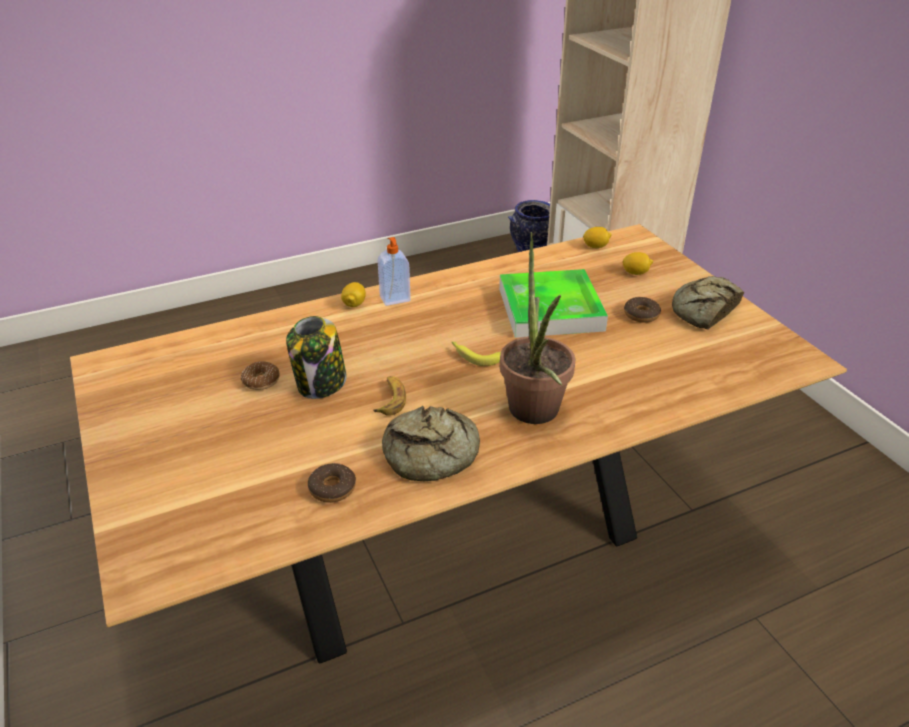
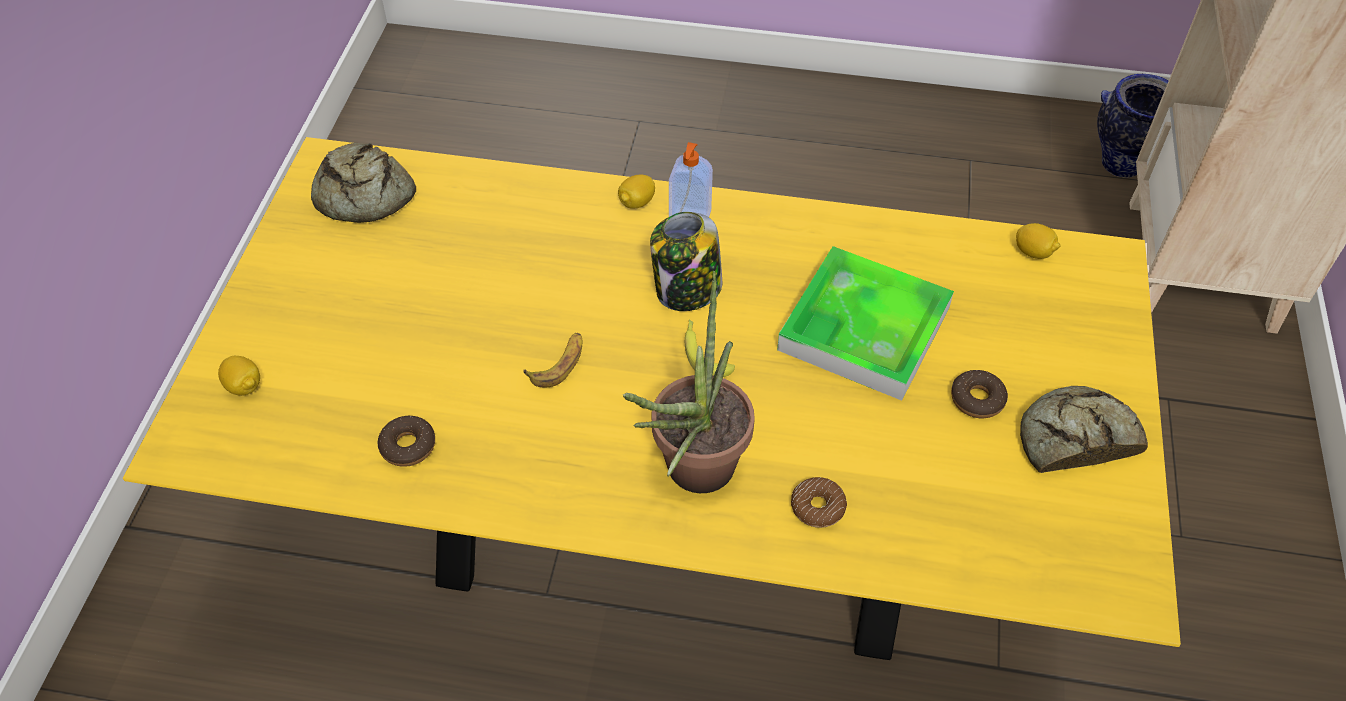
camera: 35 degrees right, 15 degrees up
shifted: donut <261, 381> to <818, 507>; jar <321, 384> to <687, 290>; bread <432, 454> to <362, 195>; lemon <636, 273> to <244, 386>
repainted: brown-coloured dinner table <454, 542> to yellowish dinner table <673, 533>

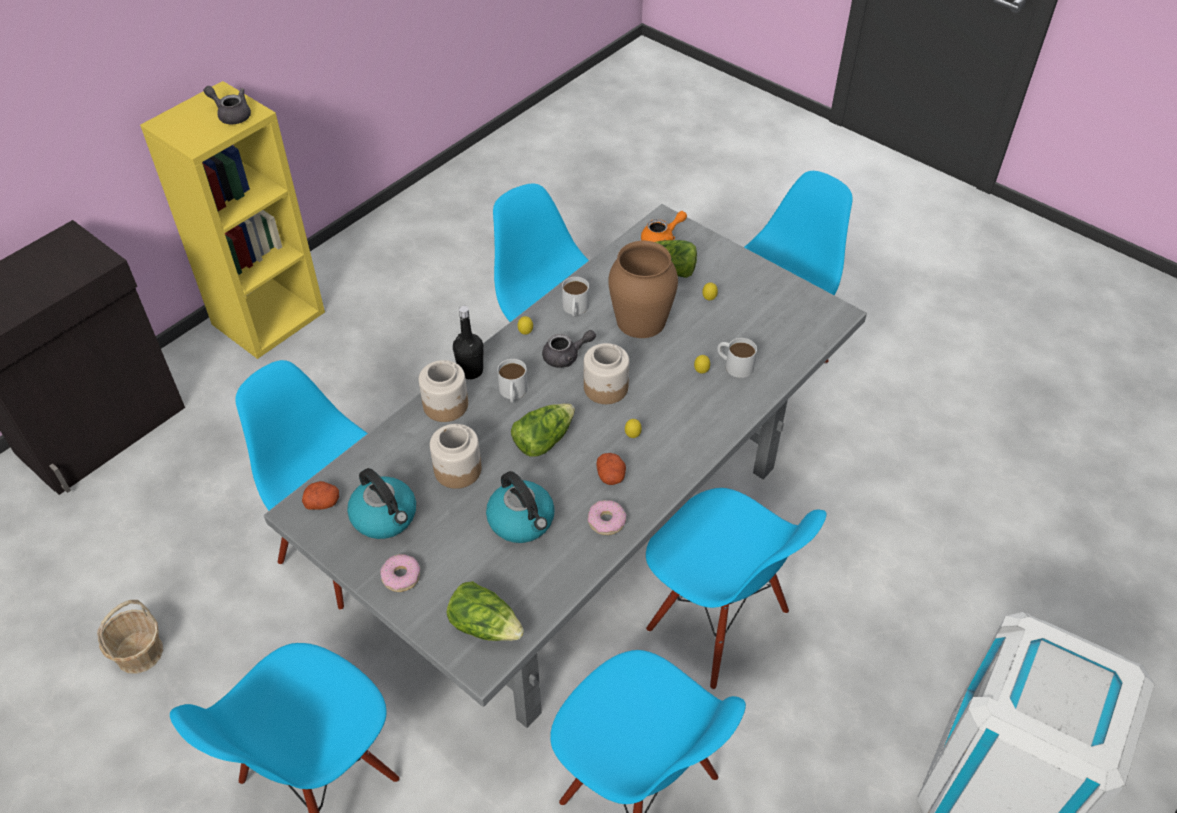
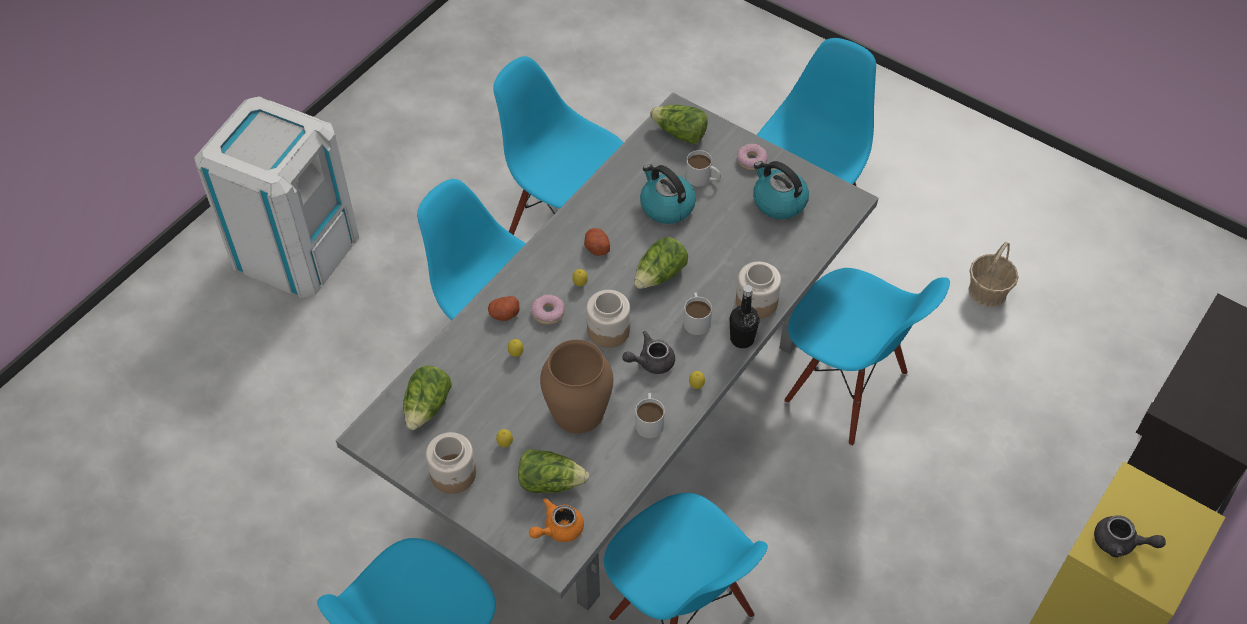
camera: 175 degrees right, 5 degrees up
new: head of lettuce <427, 407>
shifted: potato <323, 502> to <504, 314>; jar <457, 469> to <453, 474>; donut <606, 521> to <548, 313>; whitish coffee mug <734, 364> to <703, 178>

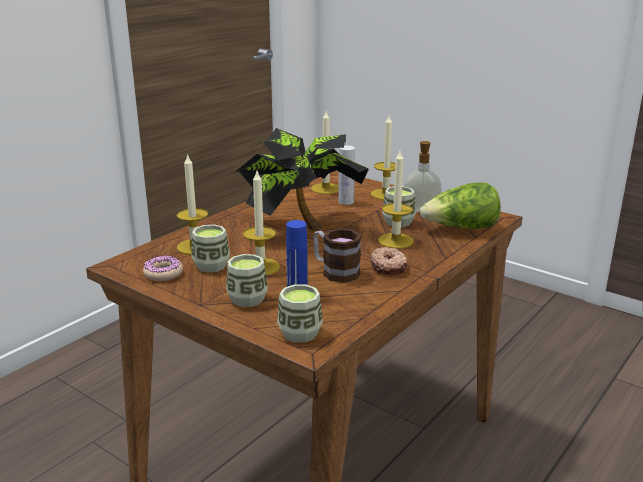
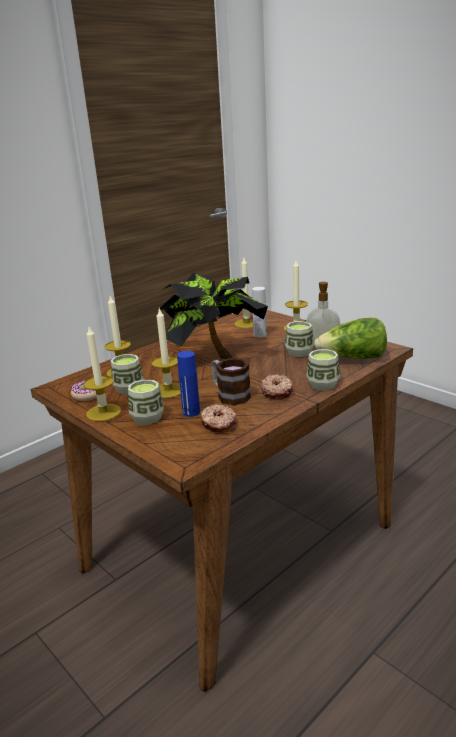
camera: 10 degrees right, 0 degrees up
new: donut <218, 424>
shifted: cup <300, 333> to <322, 385>; wax light <395, 241> to <103, 412>

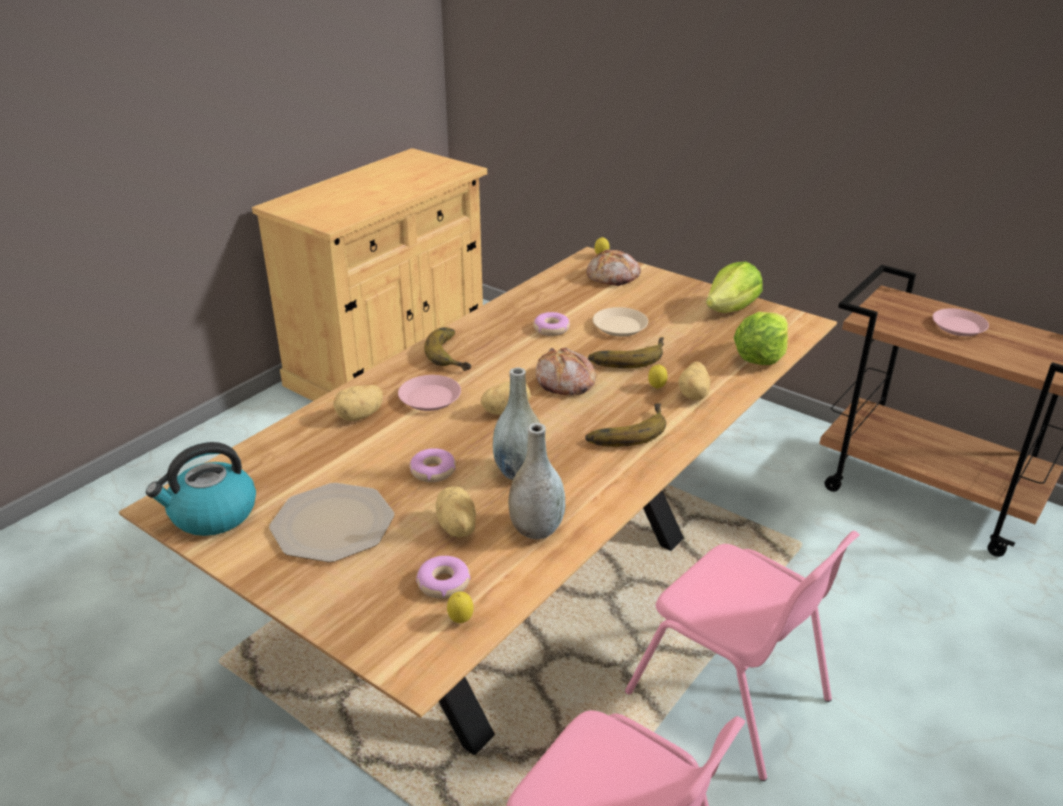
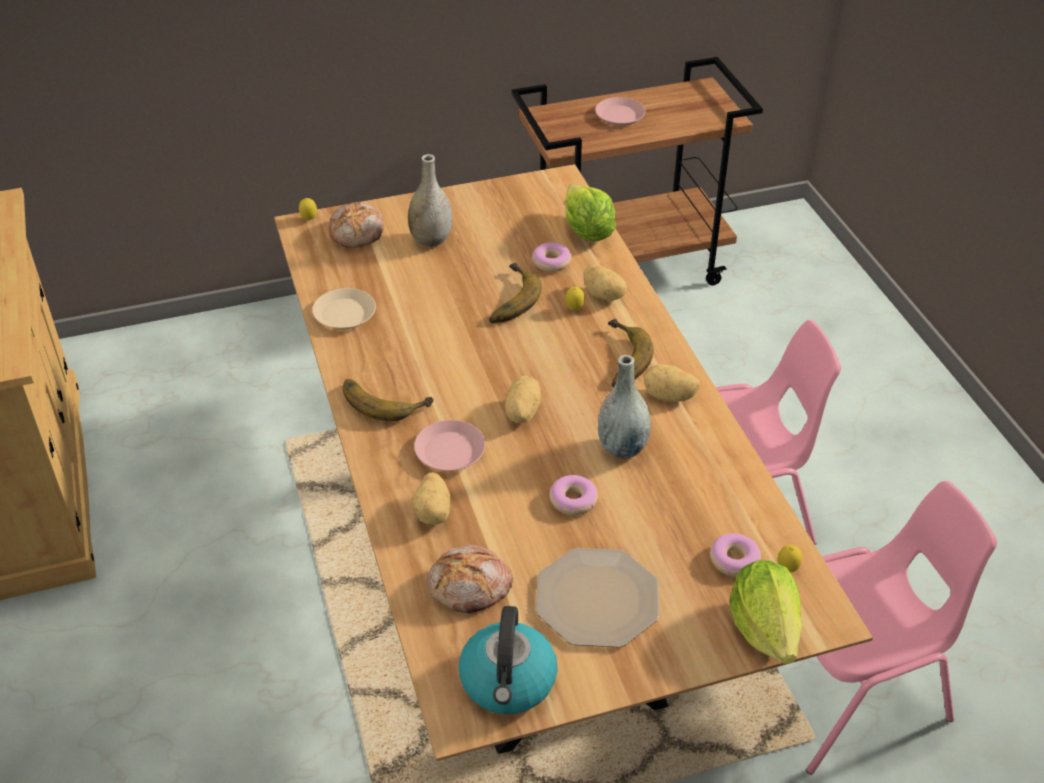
camera: 55 degrees left, 10 degrees up
shifted: potato <456, 527> to <669, 396>; greyish decorative vase <536, 530> to <431, 240>; donut <551, 329> to <551, 262>; bread <564, 382> to <470, 587>; beige dinner plate <620, 326> to <344, 314>; head of lettuce <732, 309> to <764, 628>

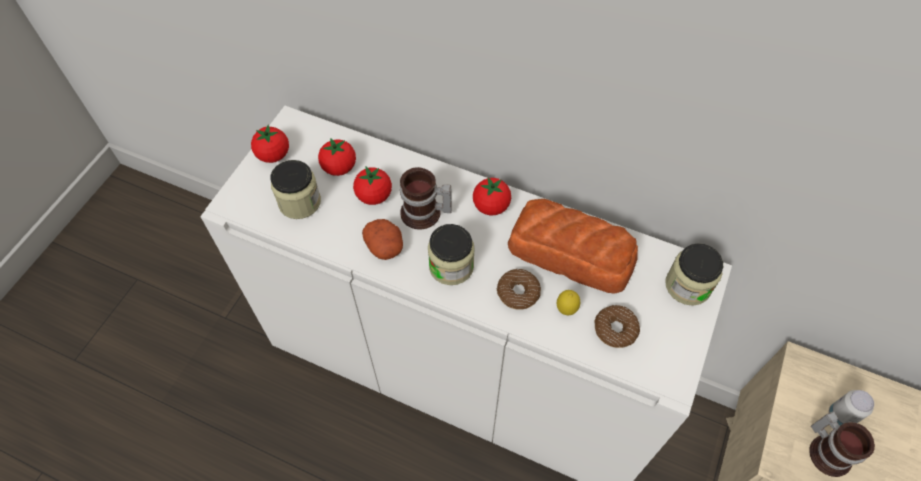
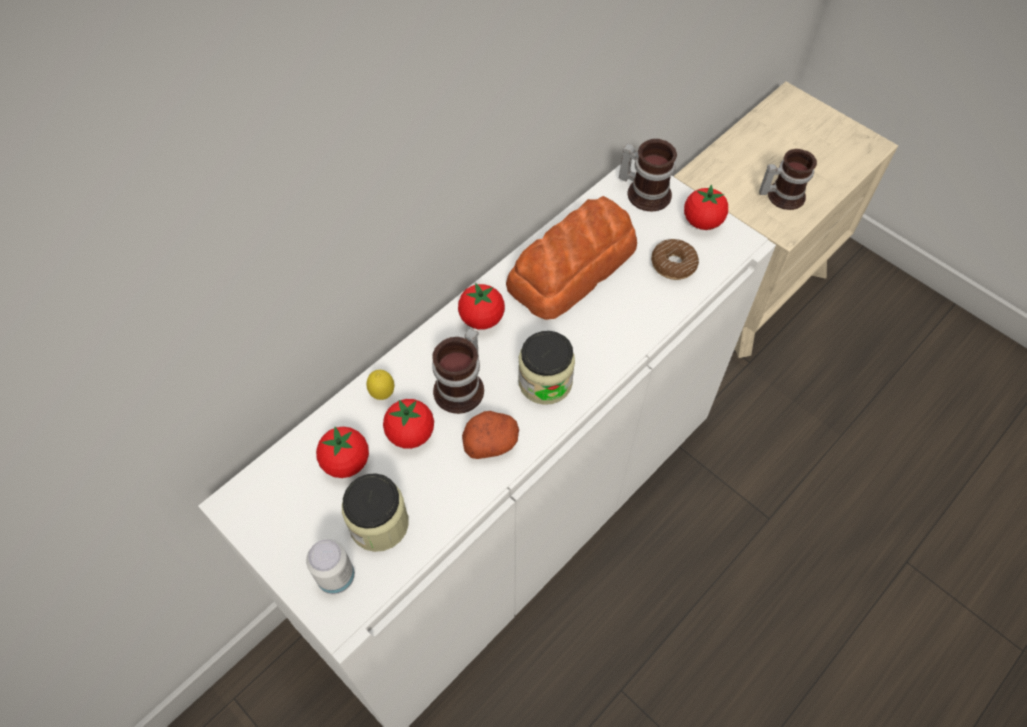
camera: 70 degrees left, 0 degrees up
gone: donut <518, 292>
shifted: whole tomato <273, 155> to <702, 221>; lemon <566, 310> to <382, 394>; metal can <840, 416> to <336, 577>
swapped: jar <687, 285> to coffee mug <645, 191>

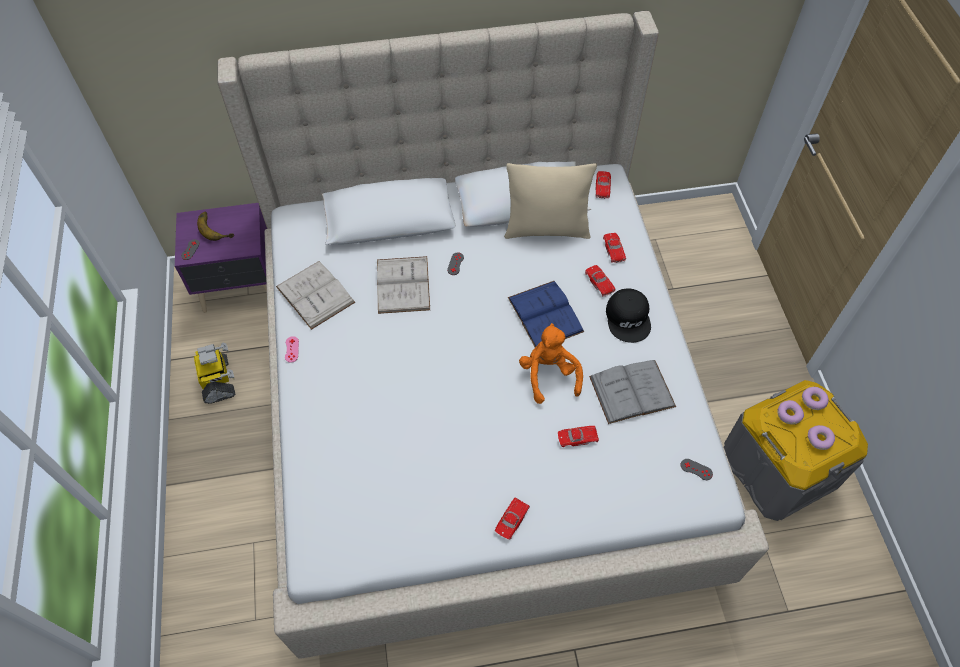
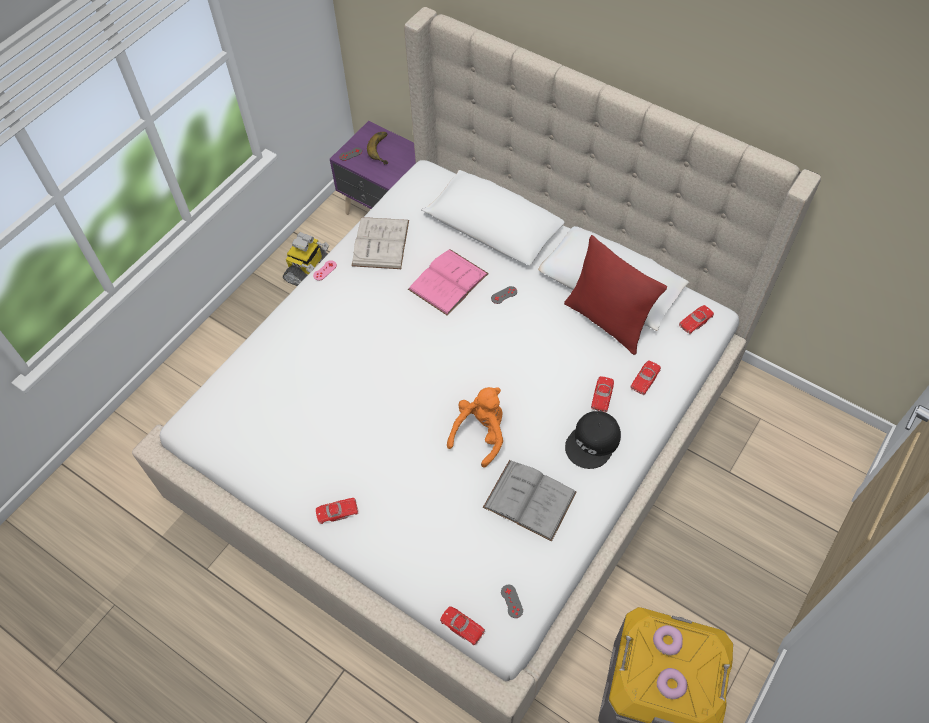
camera: 45 degrees right, 0 degrees up
gone: bluish bound book <545, 314>; donut <813, 400>
shifted: reddish model car <577, 437> to <462, 626>
repainted: whitish bound book <403, 284> to pinkish bound book <448, 281>; beige pillow <546, 229> to reddish pillow <607, 321>

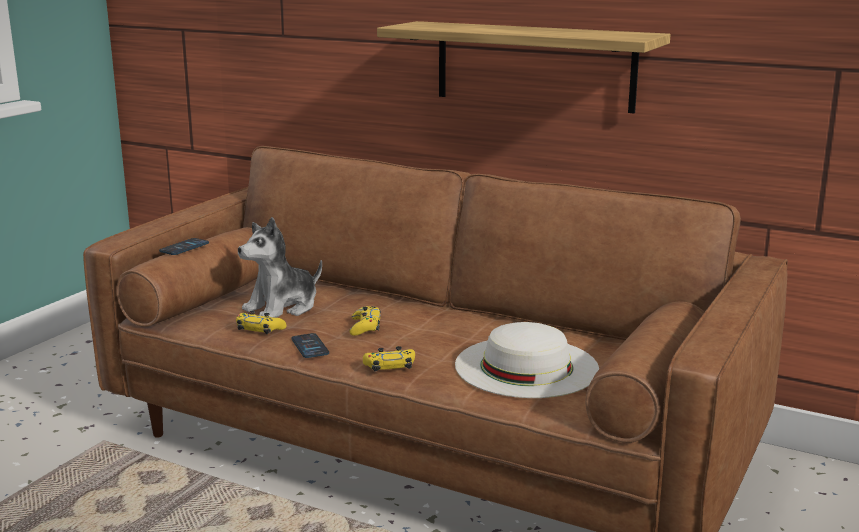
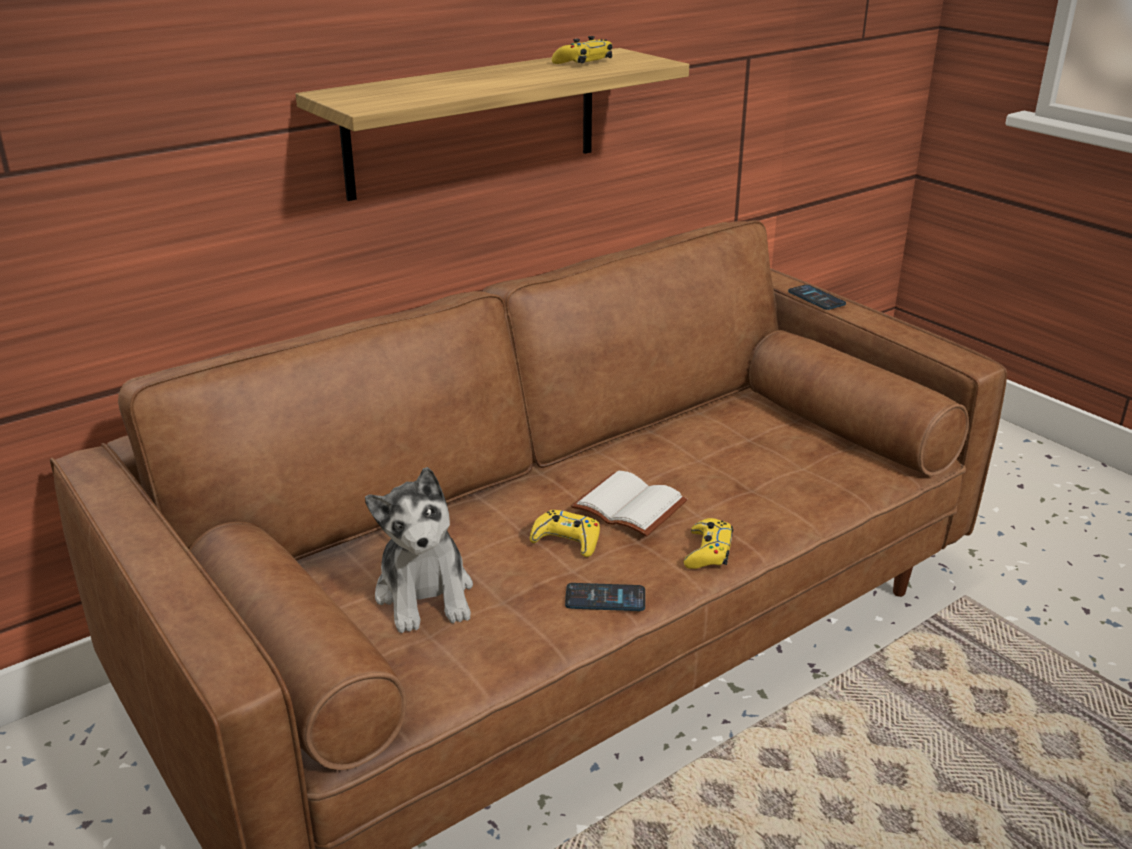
camera: 65 degrees left, 10 degrees up
gone: whitish hat <526, 366>
new: whitish bound book <626, 507>
shifted: handset <184, 247> to <816, 298>; yellowish joypad <260, 329> to <584, 62>

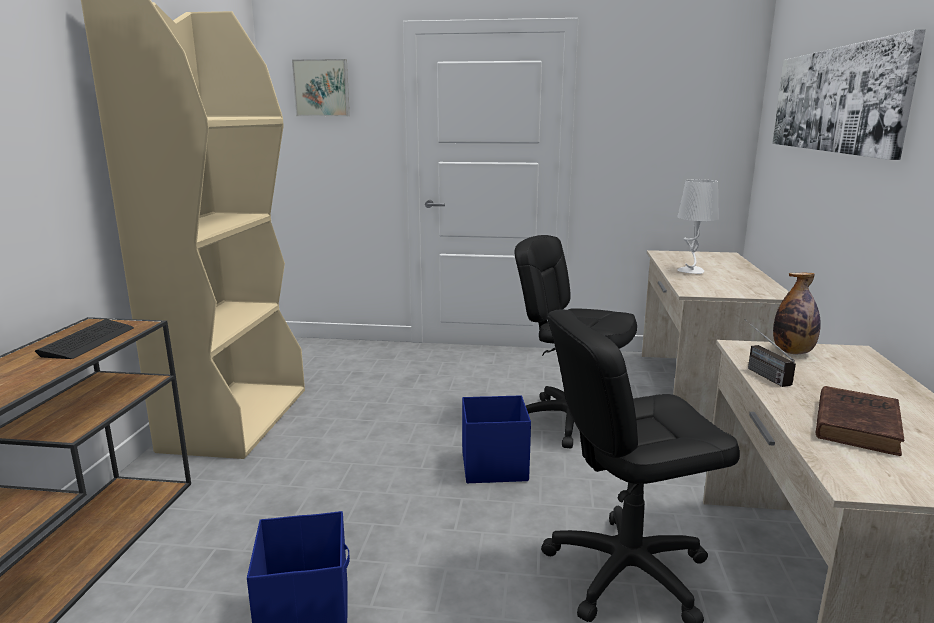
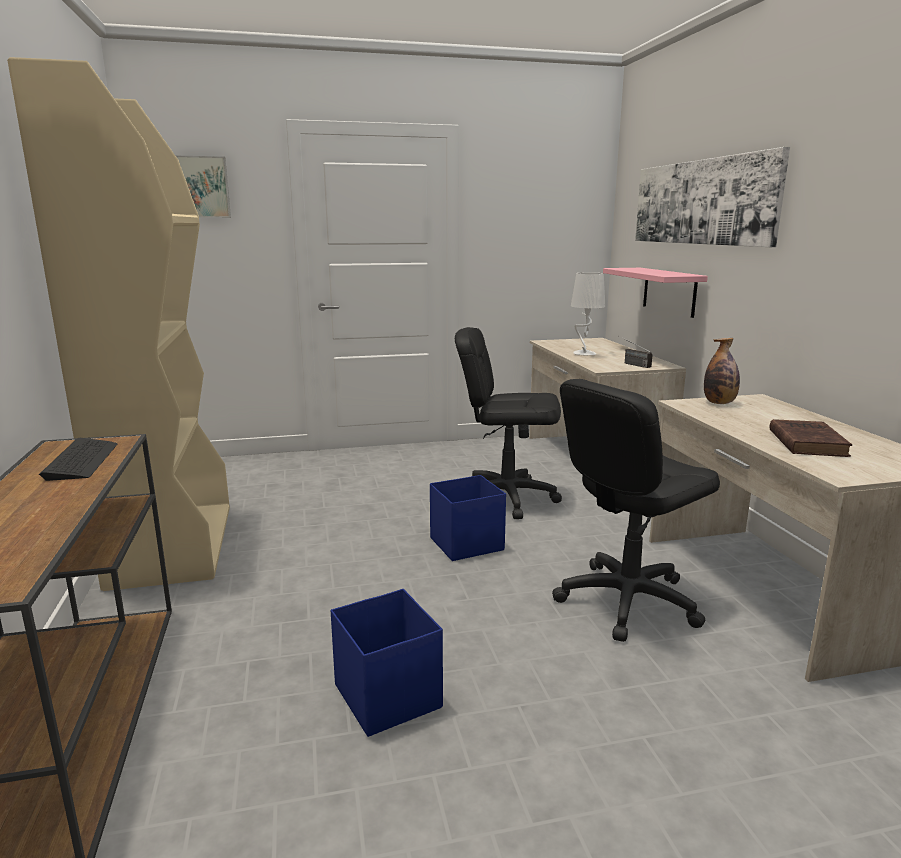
camera: 20 degrees left, 0 degrees up
new: pinkish shelf <669, 291>
shifted: radio receiver <758, 372> to <631, 364>

